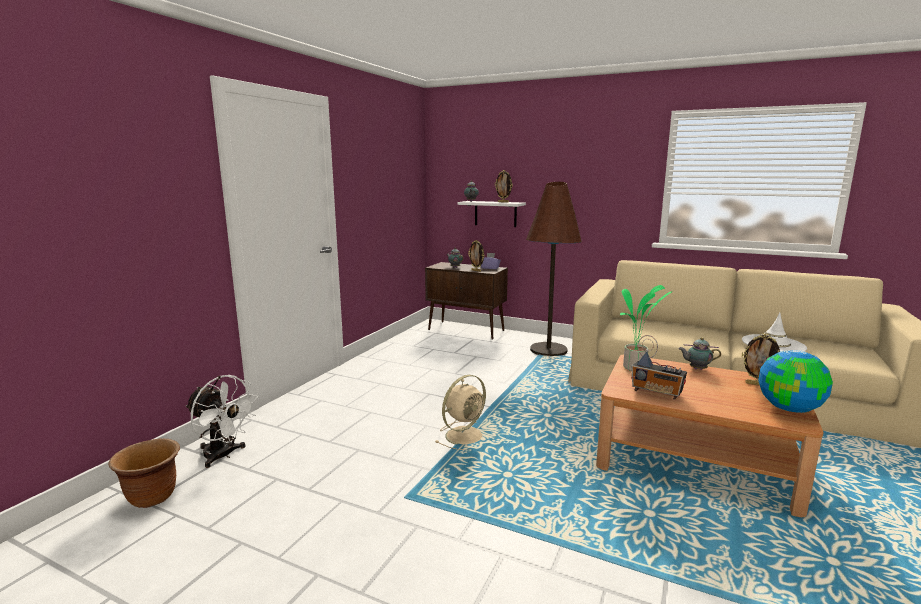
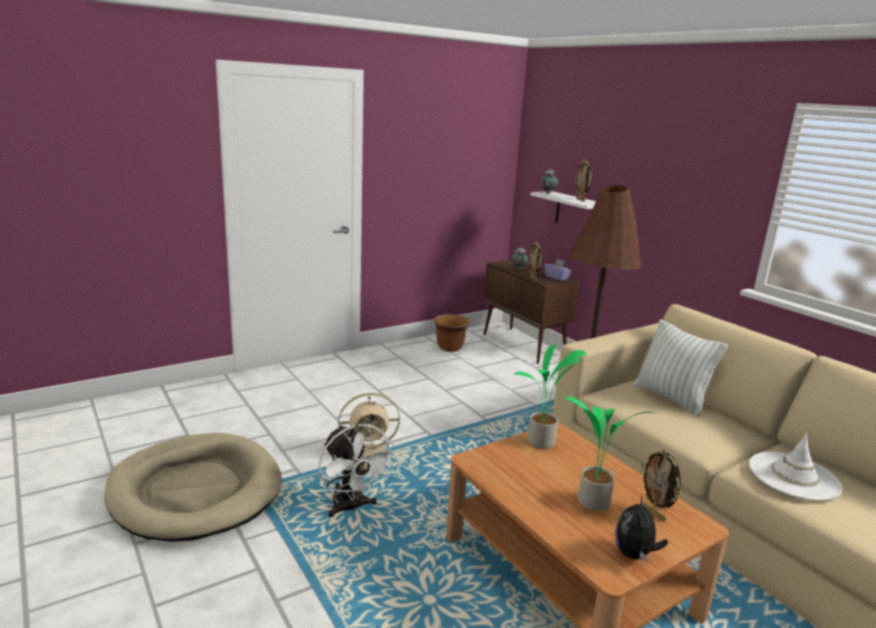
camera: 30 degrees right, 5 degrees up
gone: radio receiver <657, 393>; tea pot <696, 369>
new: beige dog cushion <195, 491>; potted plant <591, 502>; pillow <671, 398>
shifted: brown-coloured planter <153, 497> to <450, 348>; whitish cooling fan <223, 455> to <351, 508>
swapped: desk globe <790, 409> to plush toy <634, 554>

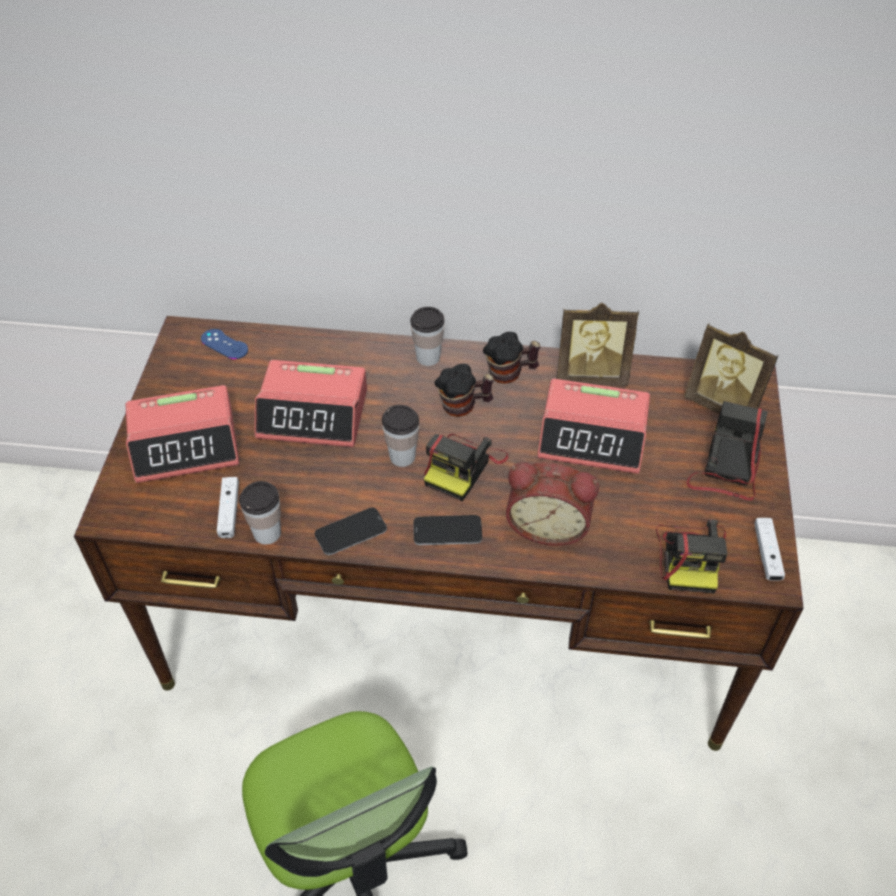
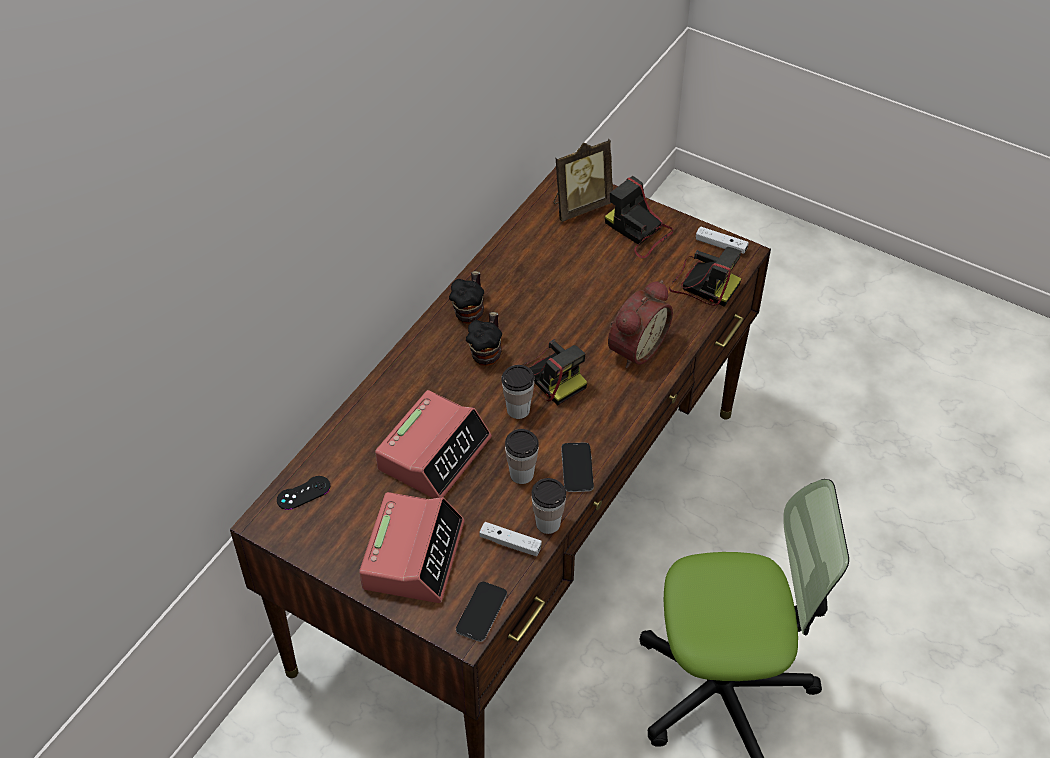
camera: 65 degrees left, 0 degrees up
gone: alarm clock <593, 436>; photo frame <591, 375>
shifted: cup <428, 357> to <521, 474>; handset <447, 531> to <481, 612>
repainted: bluish joypad <224, 344> to blackish joypad <303, 493>

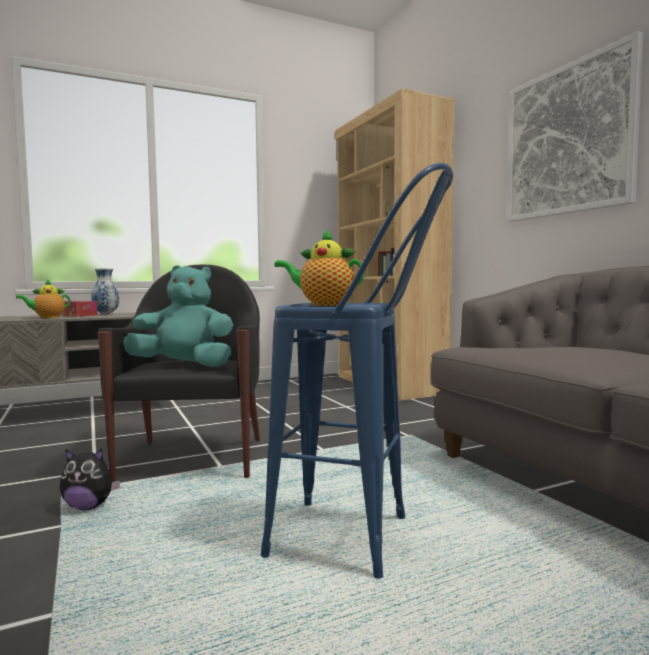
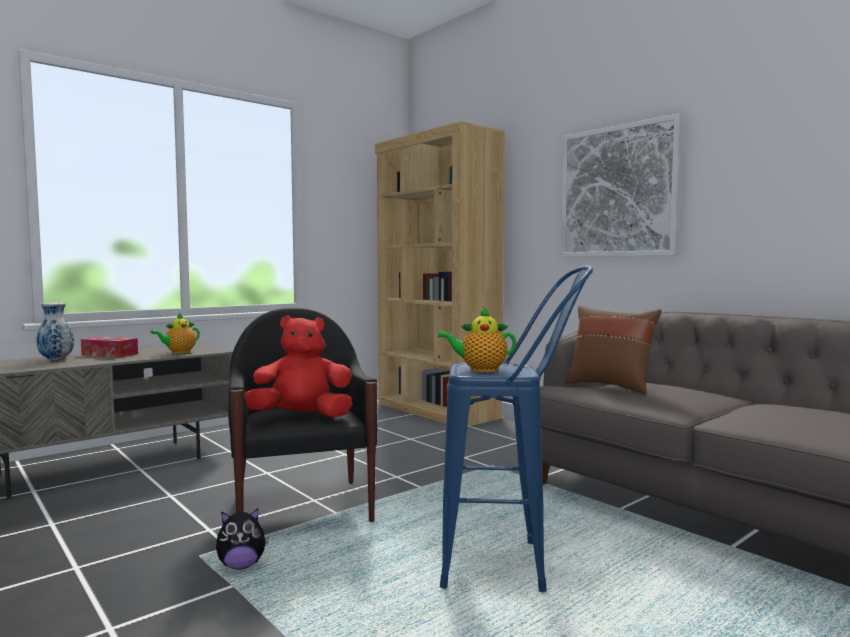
camera: 15 degrees left, 0 degrees up
new: brown-coloured pillow <610, 386>
shifted: tea pot <47, 317> to <178, 352>; decorative vase <105, 313> to <55, 359>
repainted: turquoise plush toy <184, 366> to reddish plush toy <302, 417>

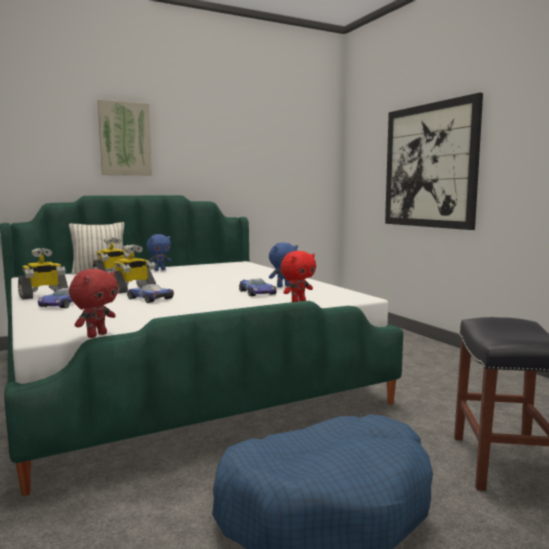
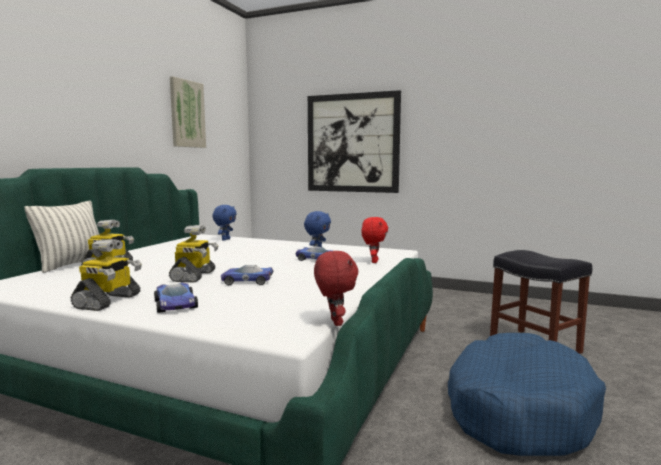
camera: 40 degrees left, 0 degrees up
shifted: picture <125, 139> to <187, 114>; bluish plush toy <159, 270> to <225, 239>

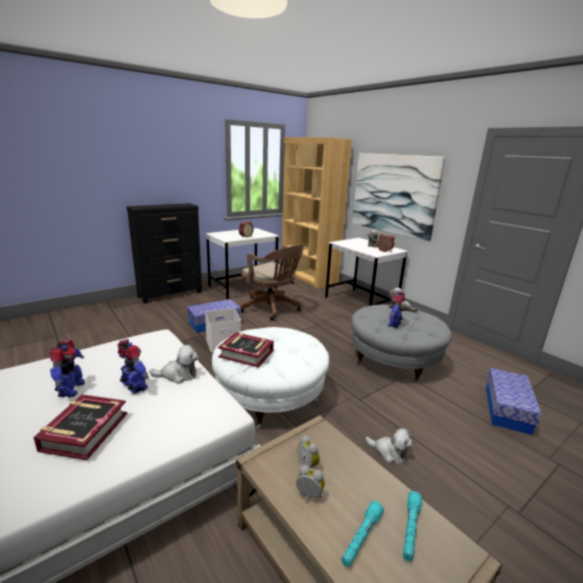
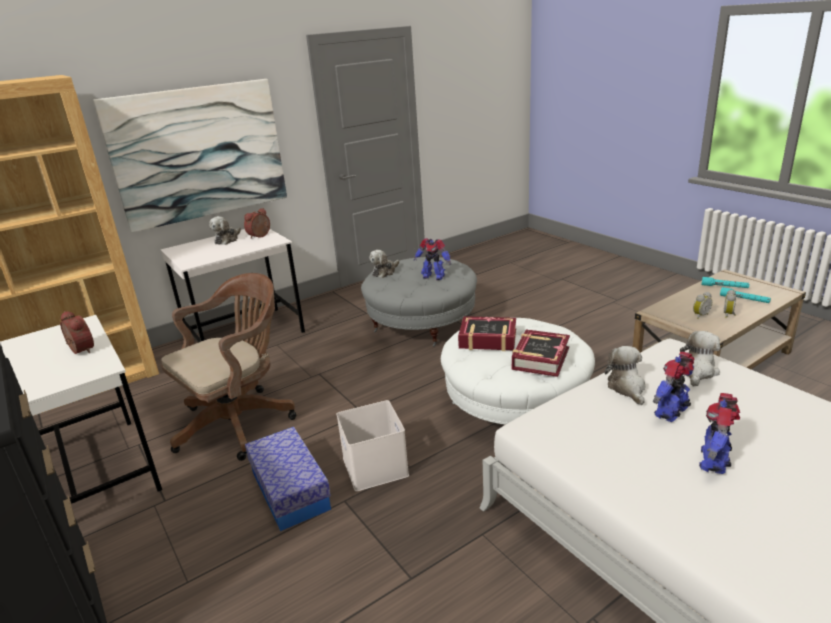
camera: 85 degrees left, 5 degrees up
gone: storage box <507, 409>
shifted: bound book <84, 431> to <487, 339>; plush toy <389, 452> to <698, 371>
rotated: model robot <70, 389> = <714, 461> 60 degrees counterclockwise

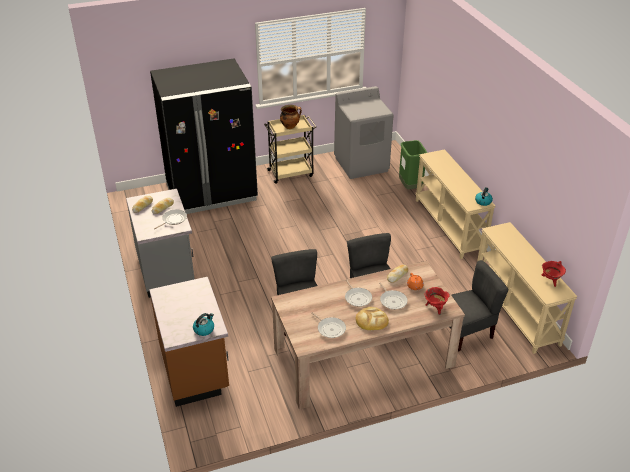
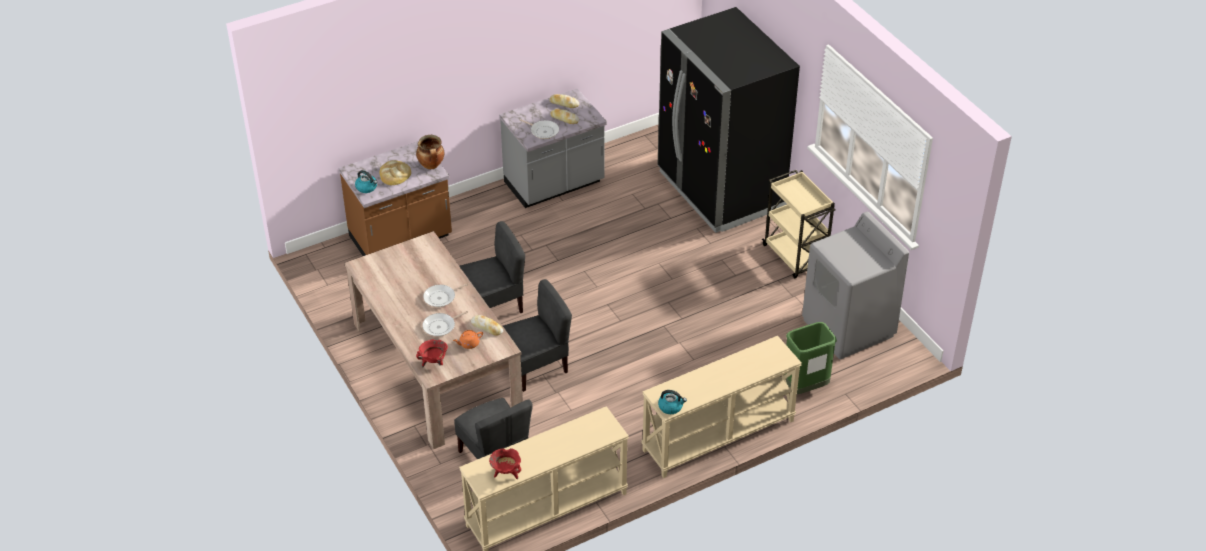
camera: 80 degrees right, 5 degrees up
gone: skillet <330, 328>
shifted: stockpot <290, 126> to <431, 166>; bread <371, 320> to <395, 174>

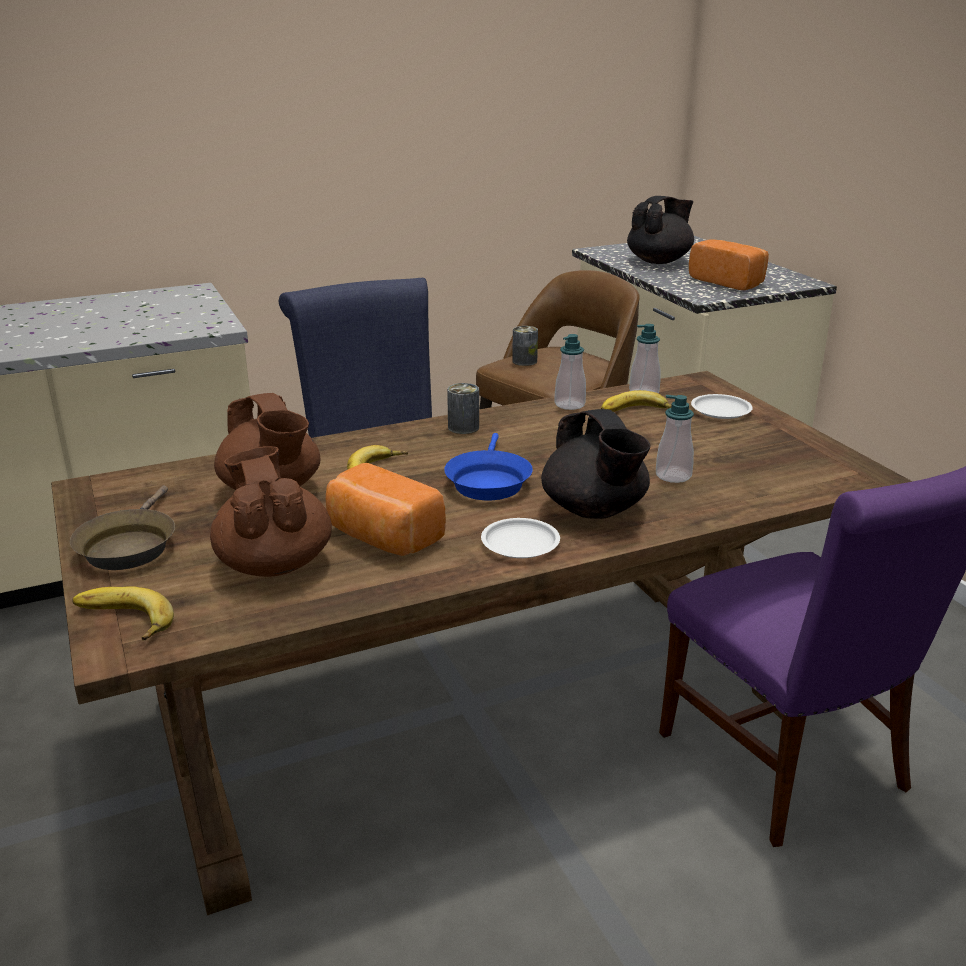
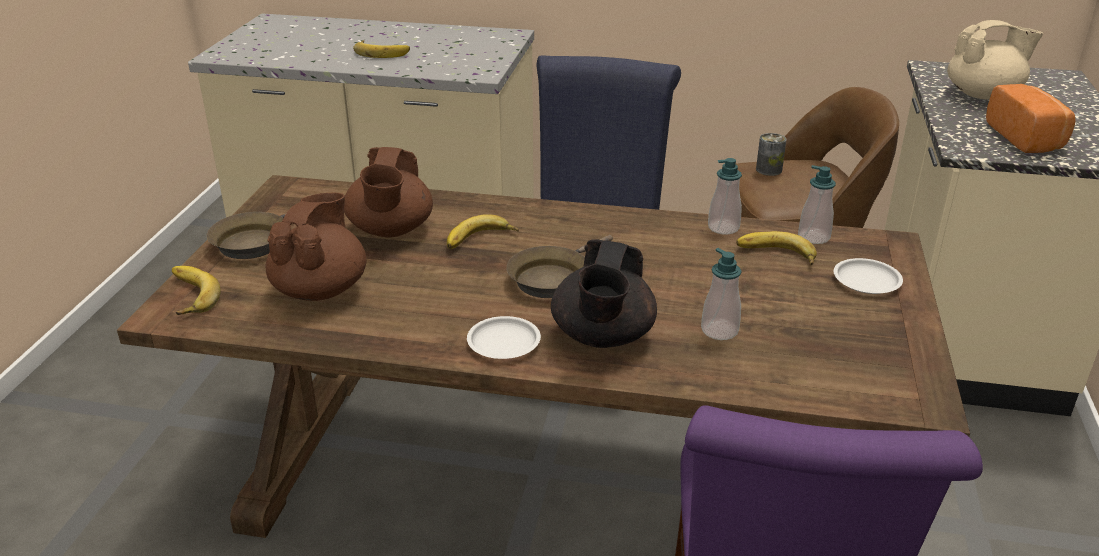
camera: 35 degrees right, 5 degrees up
gone: bread <381, 537>; metal can <463, 427>
new: whole banana <382, 52>
repainted: bluish skillet <488, 481> to brown-coloured skillet <553, 278>; blackish tea pot <659, 261> to beige tea pot <983, 95>

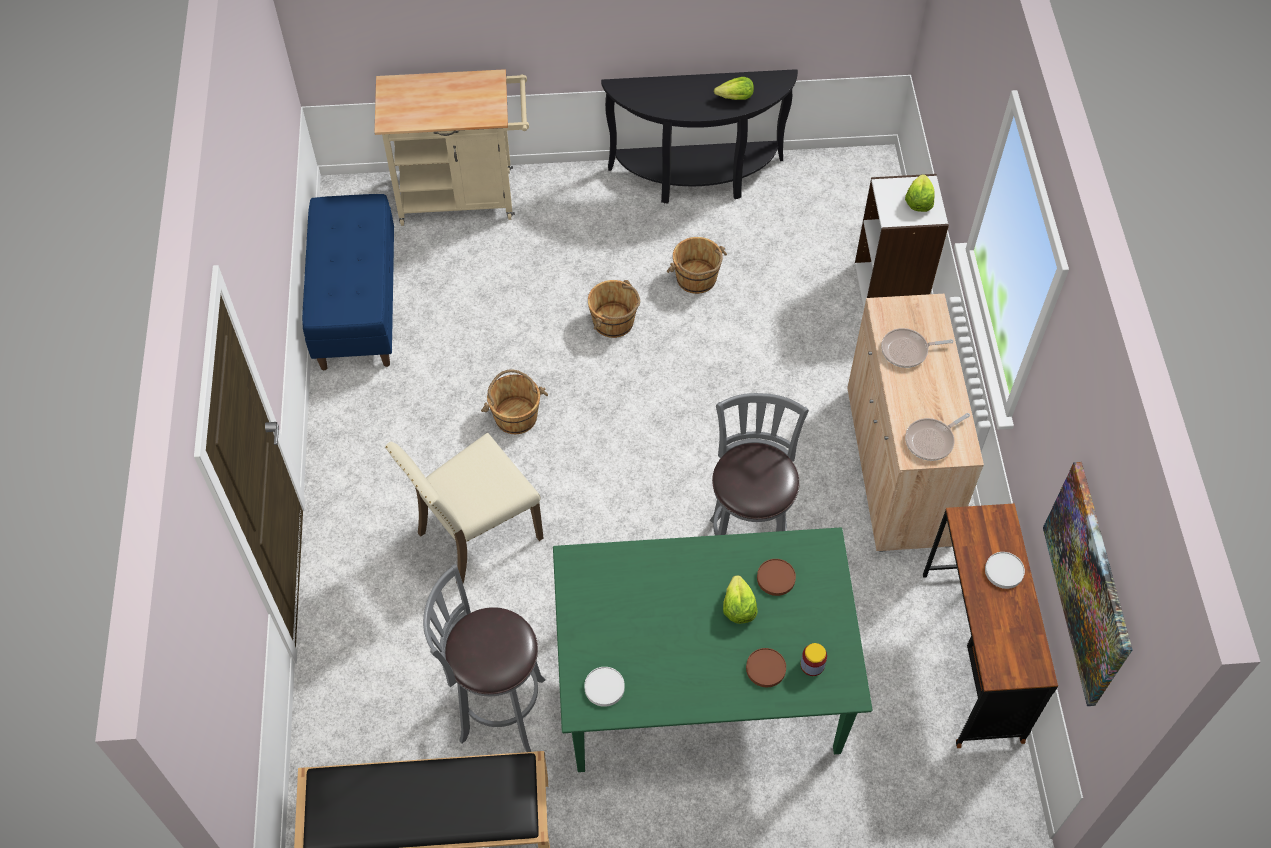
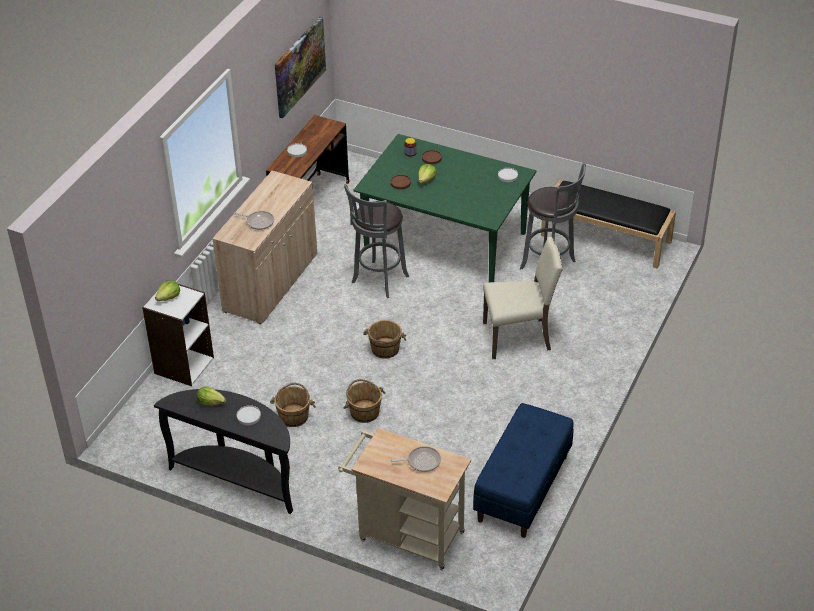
camera: 150 degrees left, 15 degrees down
new: whitish dinner plate <249, 416>
shifted: brown-coloured water bucket <515, 415> to <385, 349>; skillet <931, 440> to <421, 461>

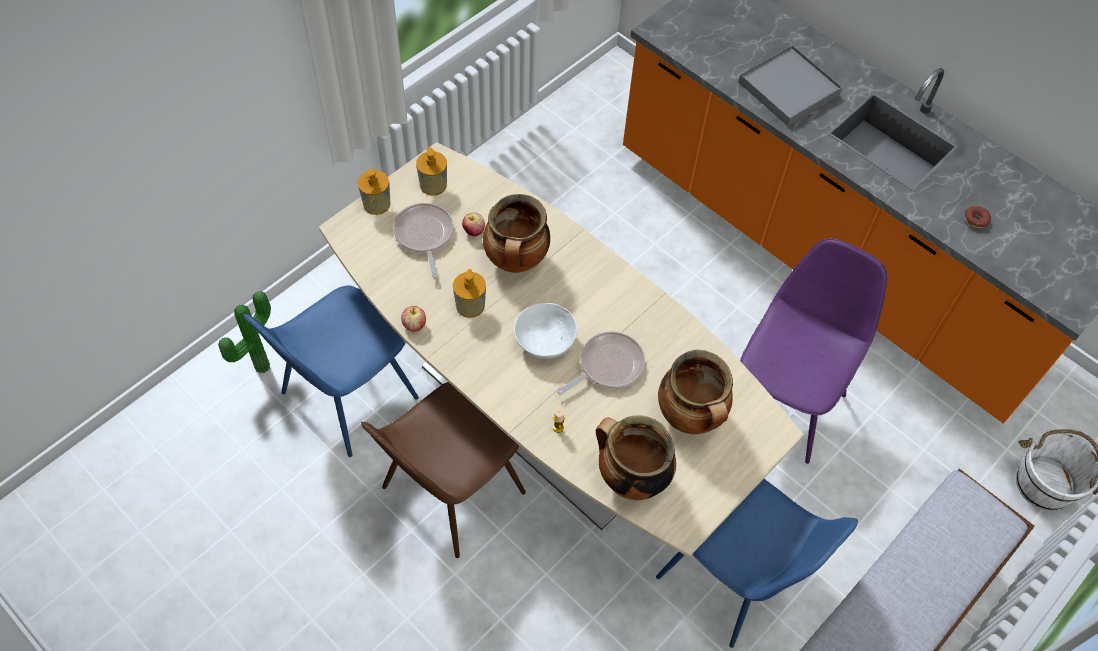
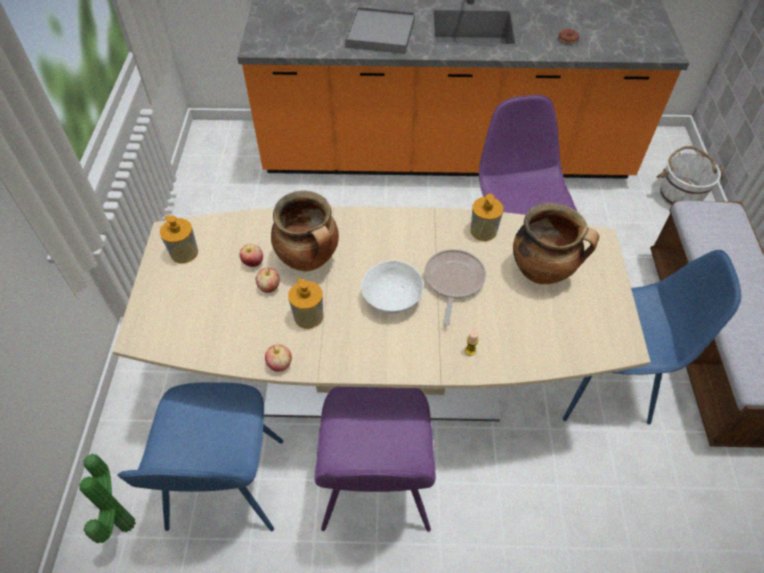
camera: 40 degrees left, 5 degrees down
gone: skillet <424, 235>; stockpot <630, 478>
new: apple <269, 287>
shifted: soap dispenser <376, 204> to <483, 231>
repainted: brown-coloured plain chair <450, 492> to purple plain chair <376, 487>

